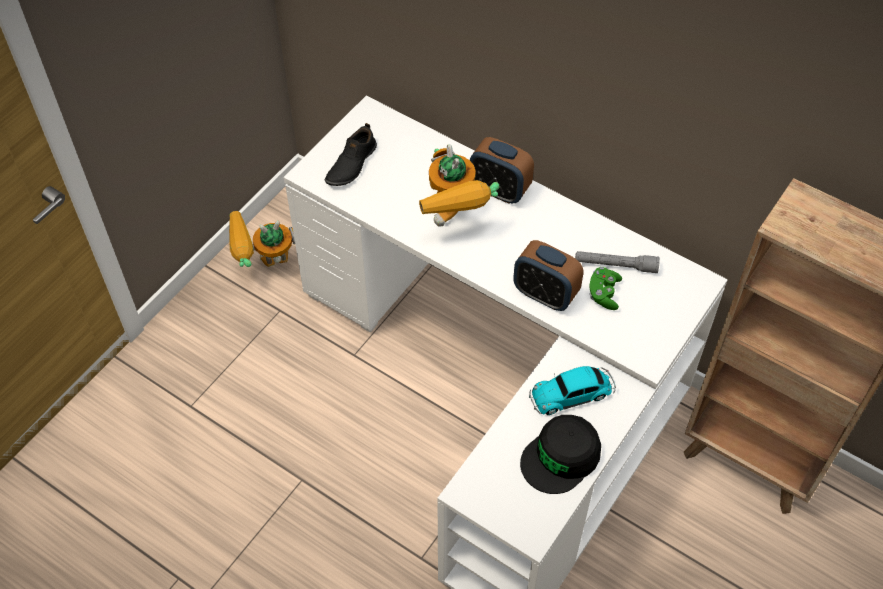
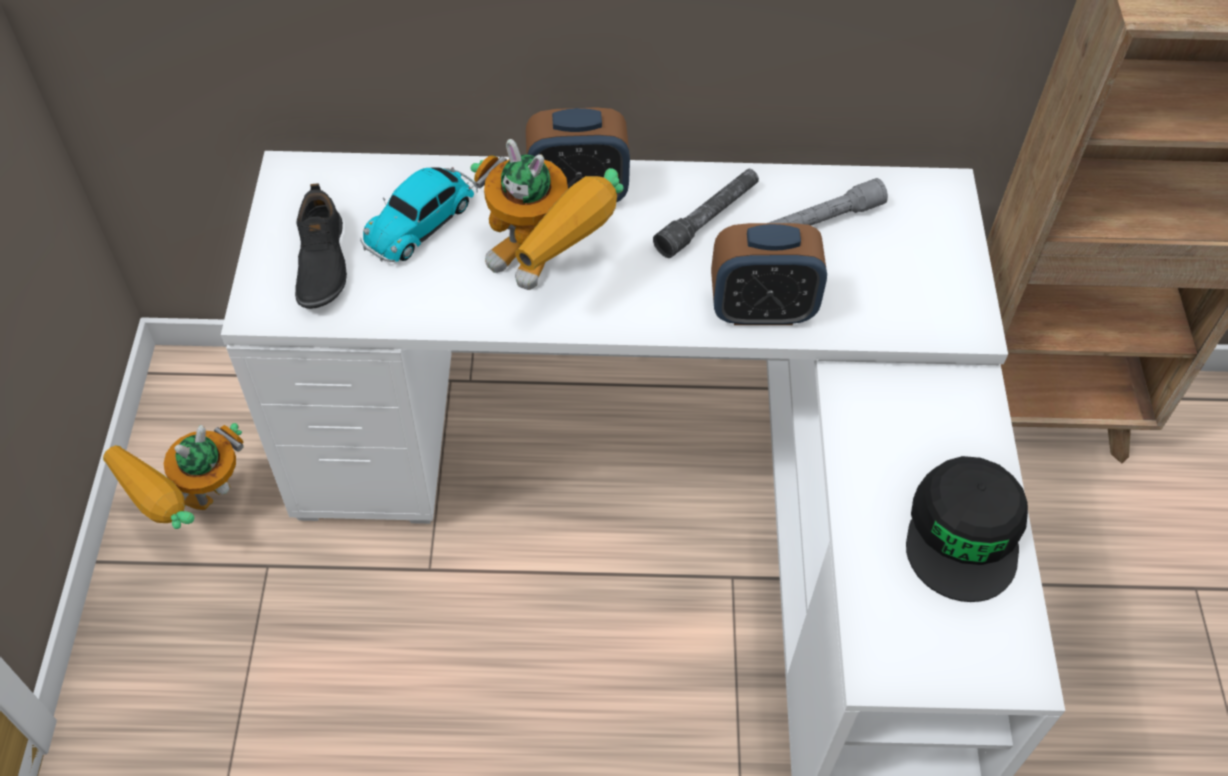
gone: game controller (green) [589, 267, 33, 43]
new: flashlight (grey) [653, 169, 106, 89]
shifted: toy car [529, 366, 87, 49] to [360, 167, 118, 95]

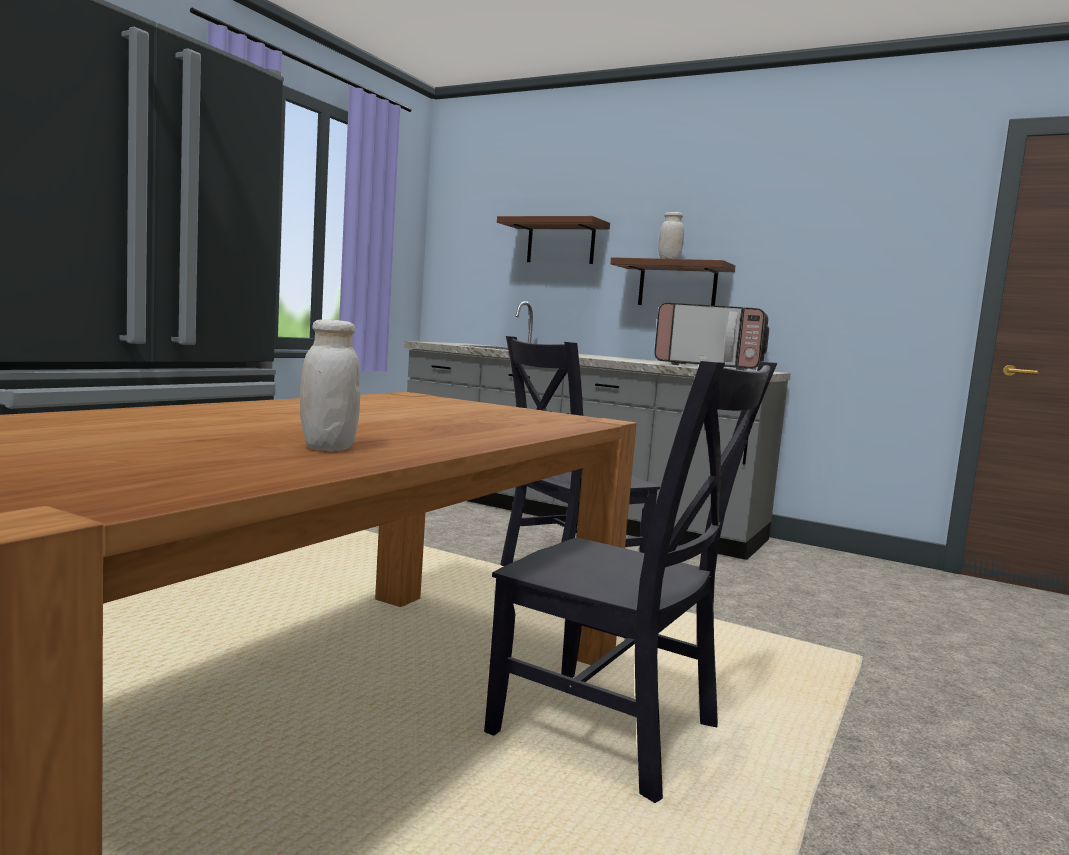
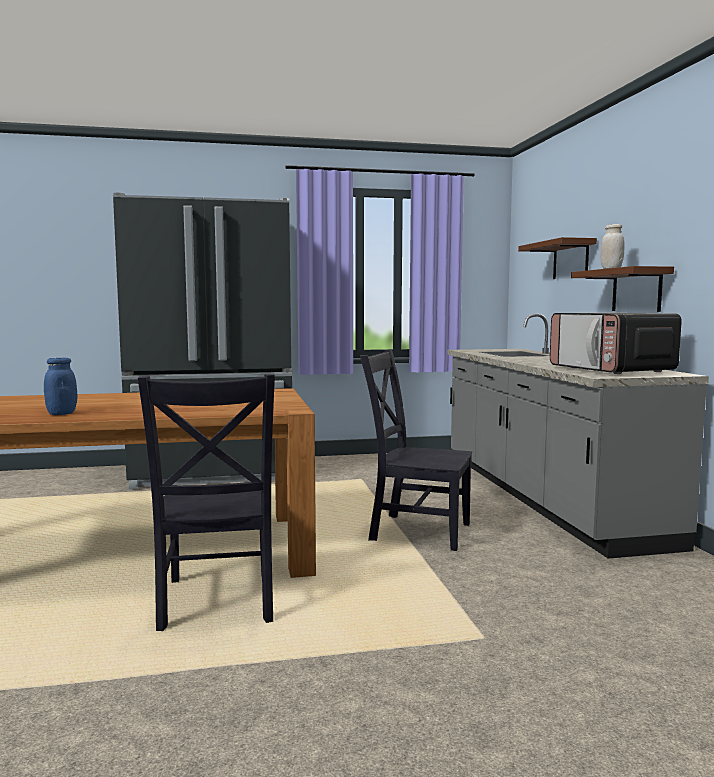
repainted: jar (white) [300, 319, 60, 132] to jar (blue) [44, 357, 33, 58]

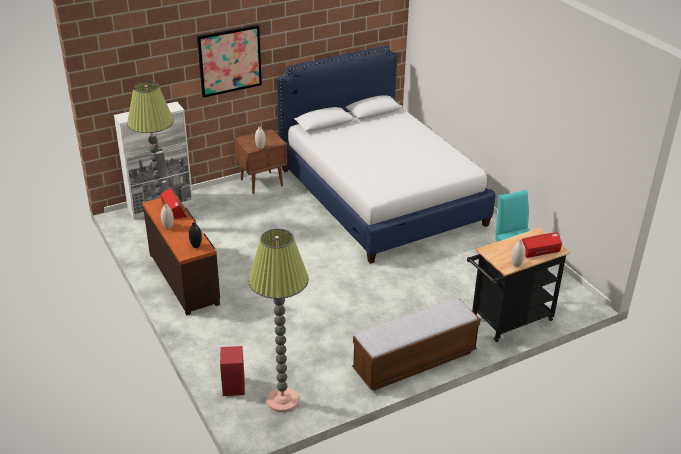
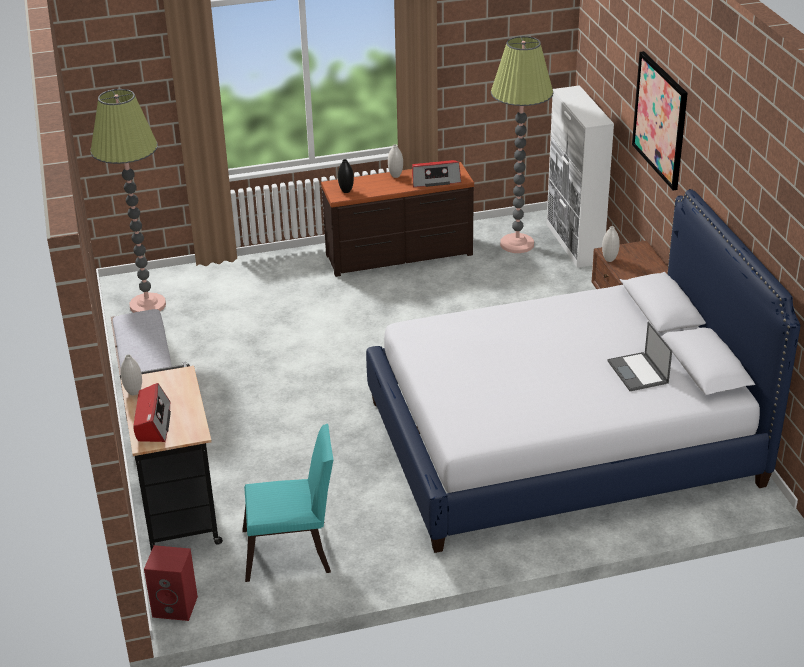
new: laptop [608, 321, 64, 70]
shifted: speaker (red) [220, 346, 25, 50] to [144, 545, 54, 76]

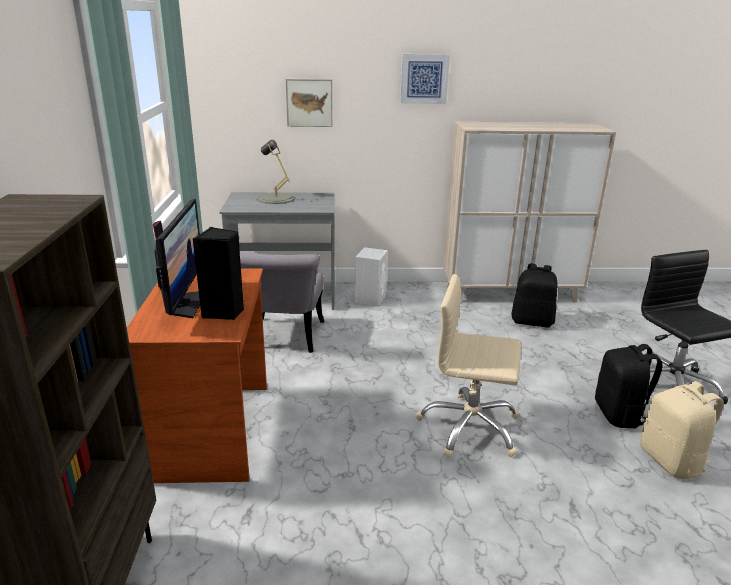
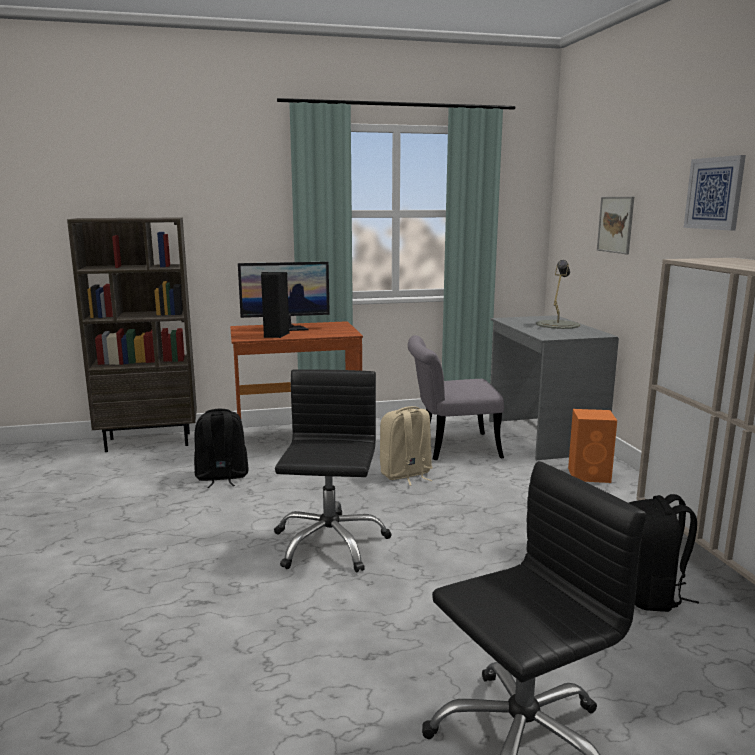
shifted: backpack (black) [595, 344, 67, 84] to [194, 409, 55, 79]; backpack (beige) [640, 381, 84, 98] to [380, 406, 53, 80]
repainted: speaker (white) [355, 247, 33, 59] to speaker (orange) [568, 409, 49, 74]; office chair (beige) [416, 274, 105, 184] to office chair (black) [274, 369, 118, 204]

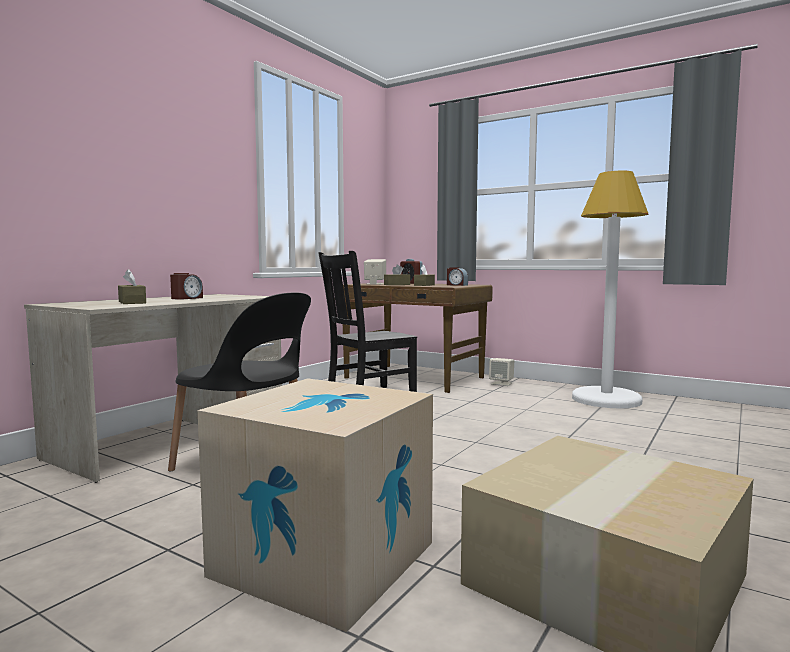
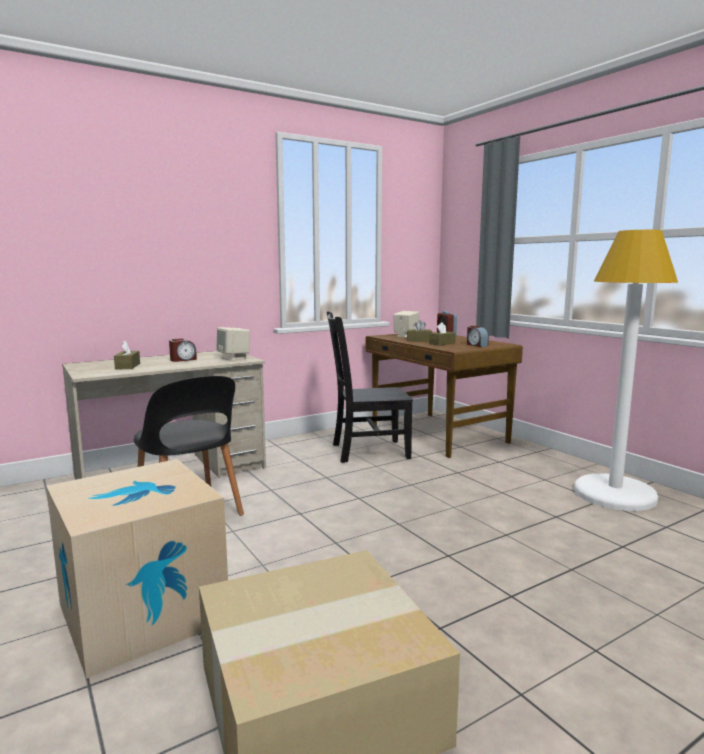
shifted: speaker (beige) [489, 358, 25, 28] to [216, 327, 34, 34]

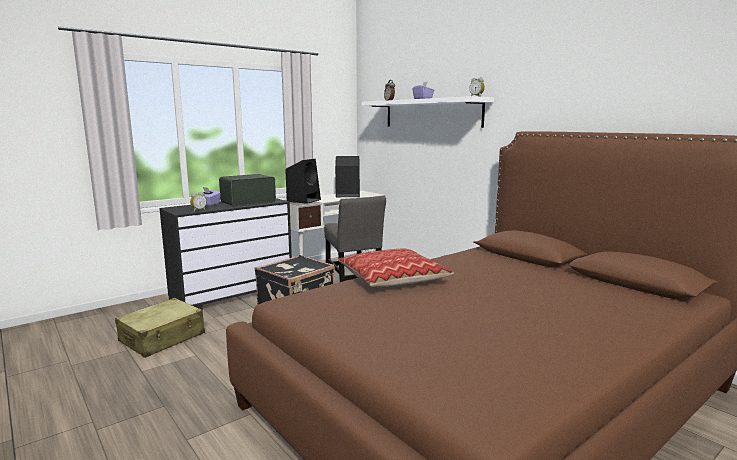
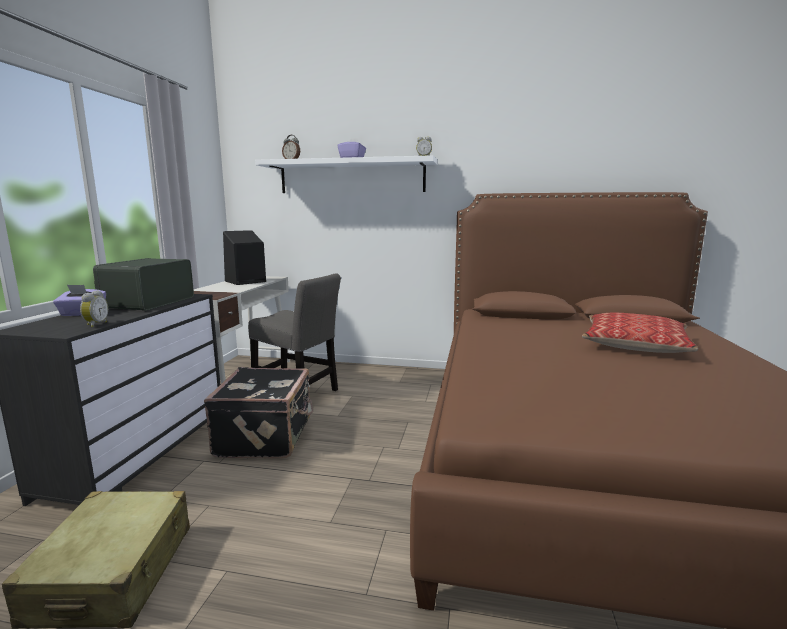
gone: speaker (black) [285, 159, 36, 45]
shifted: pillow [338, 249, 116, 38] to [582, 313, 116, 40]

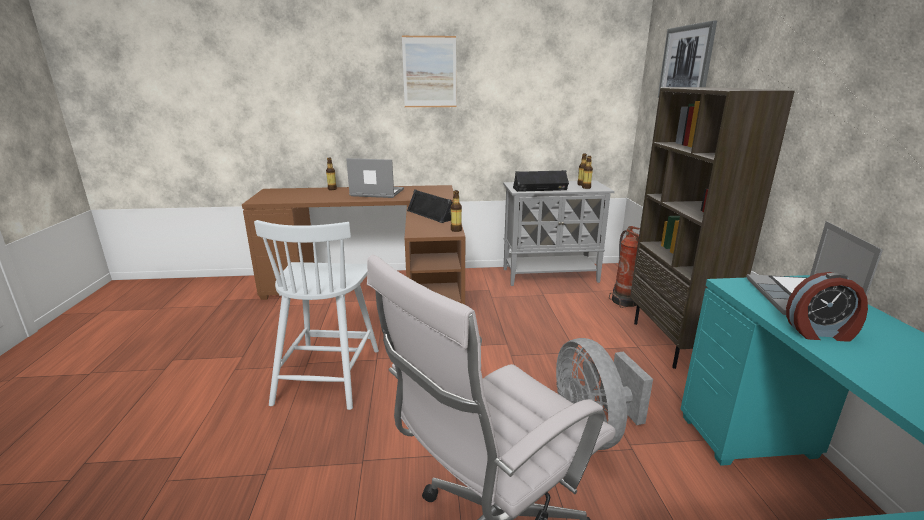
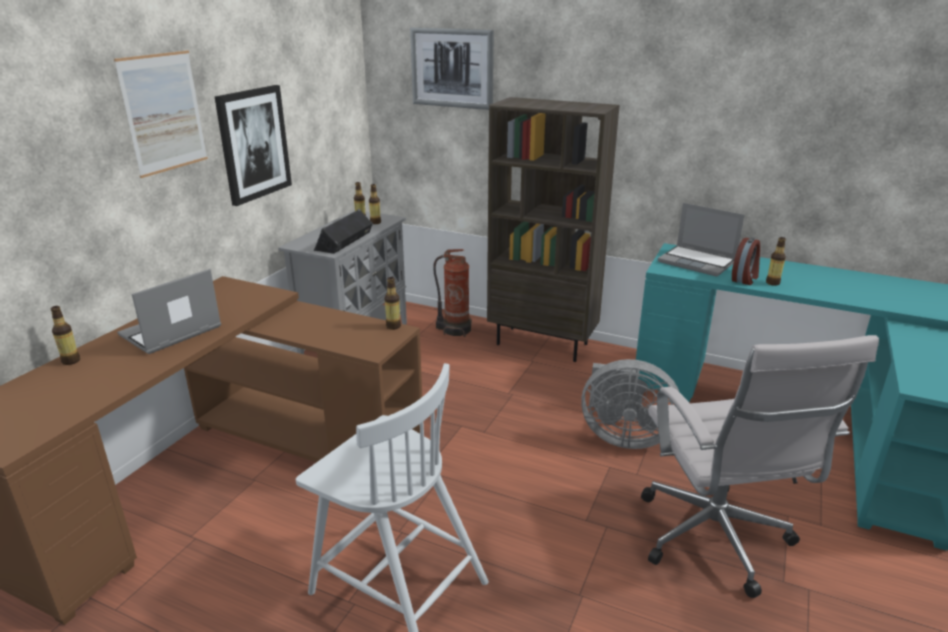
gone: speaker (black) [407, 189, 46, 34]
new: picture [215, 85, 77, 121]; bottle [766, 237, 20, 49]

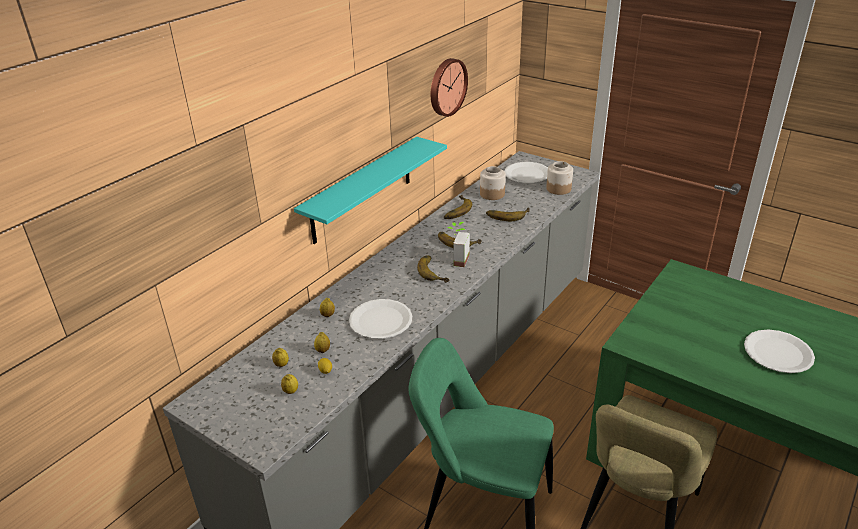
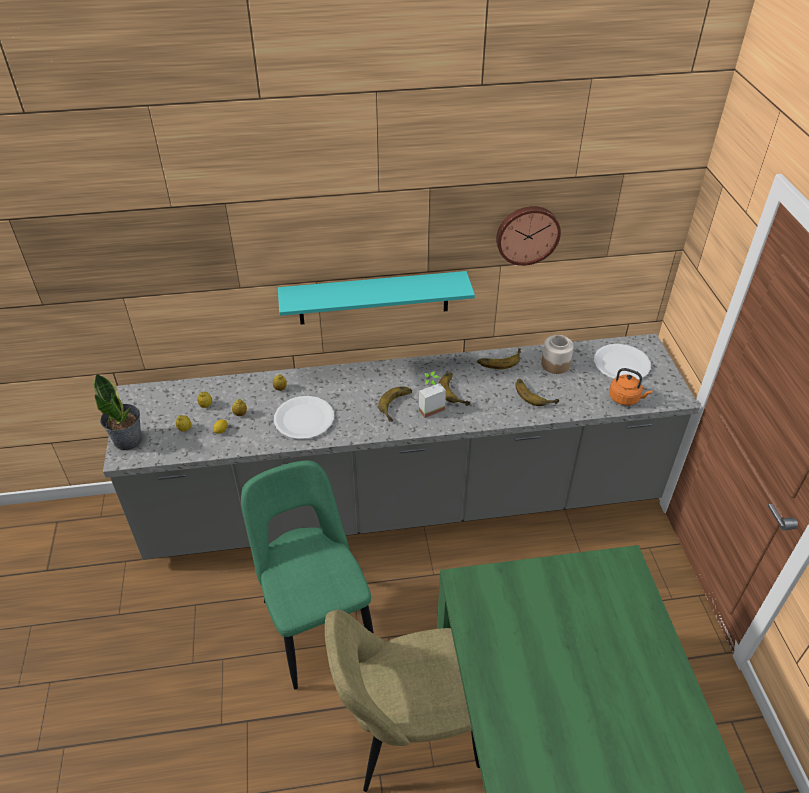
gone: plate (white) [744, 329, 71, 44]
new: potted plant [94, 373, 47, 77]
swapped: jar [546, 161, 27, 34] to kettle (orange) [609, 368, 43, 37]

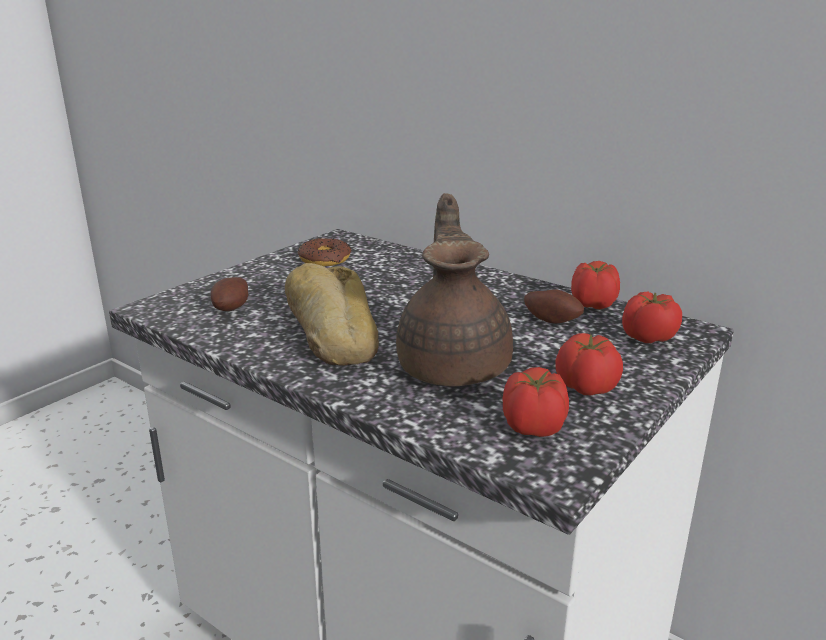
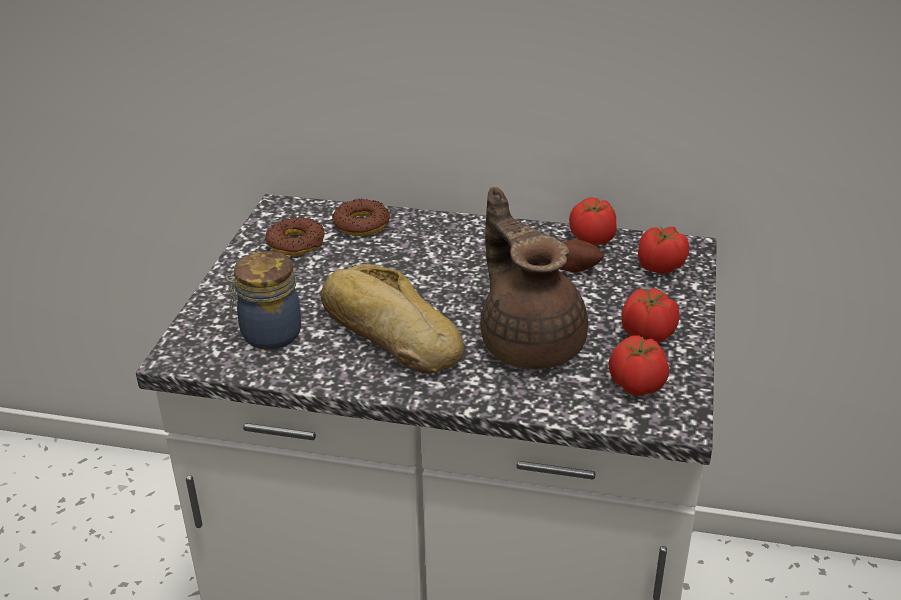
new: donut [332, 199, 58, 37]
swapped: potato [211, 277, 37, 34] to jar [226, 251, 75, 99]

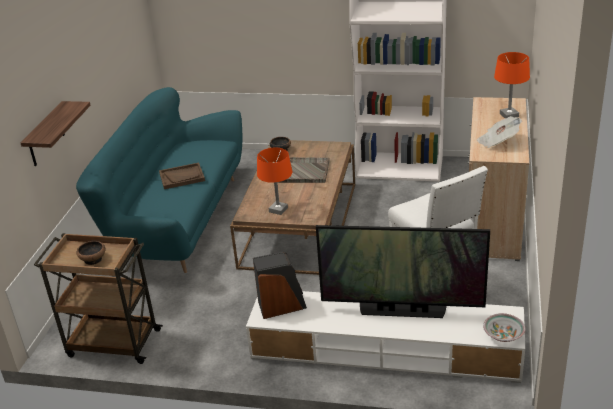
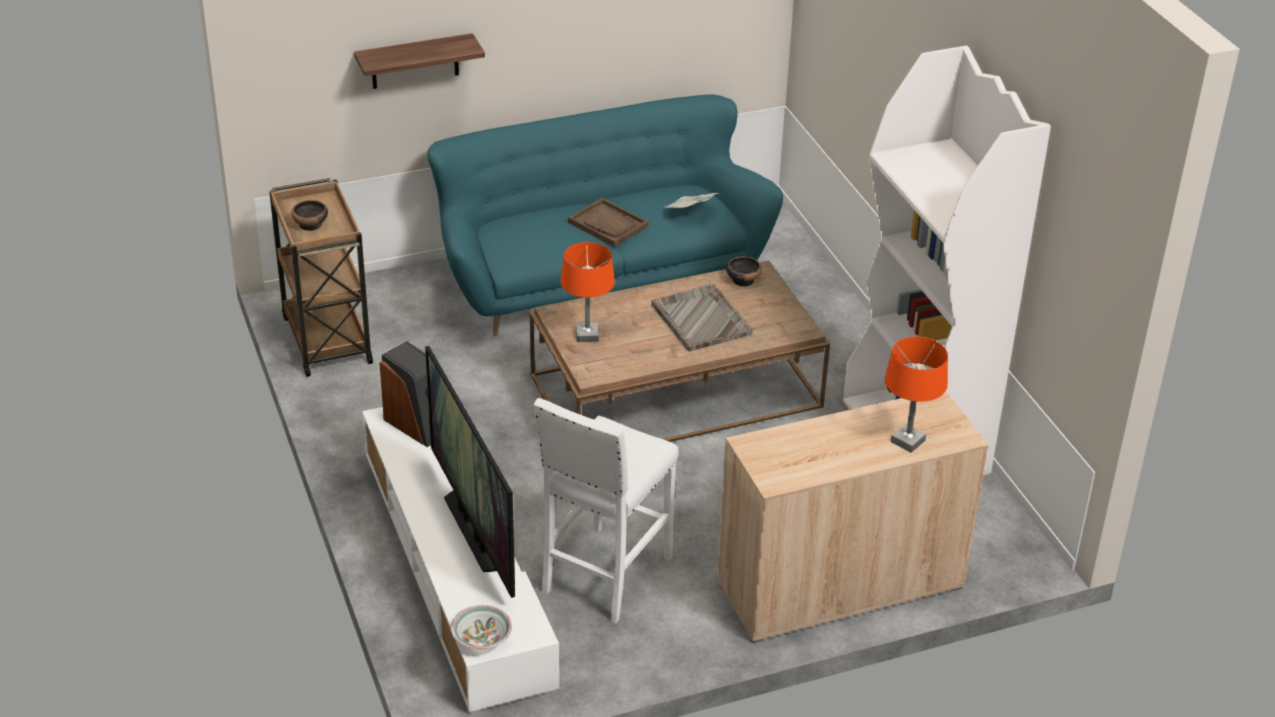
shifted: newspaper [477, 116, 45, 32] to [663, 193, 55, 15]

